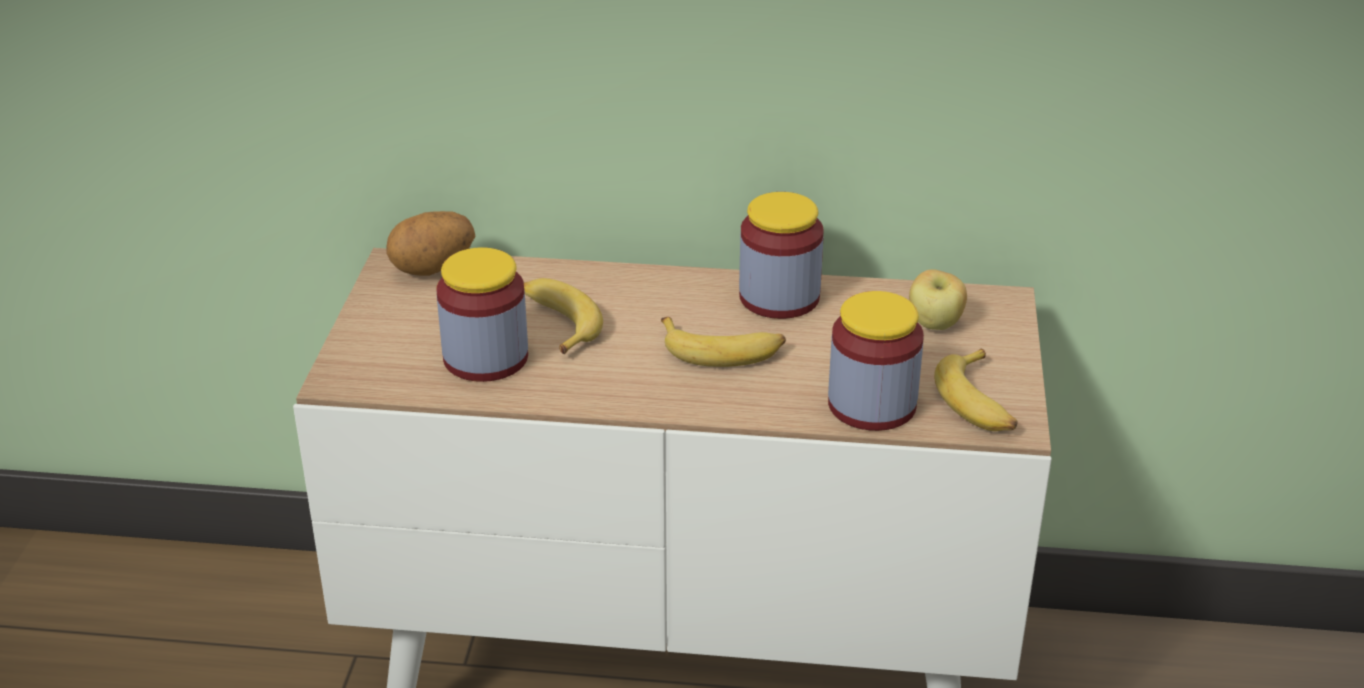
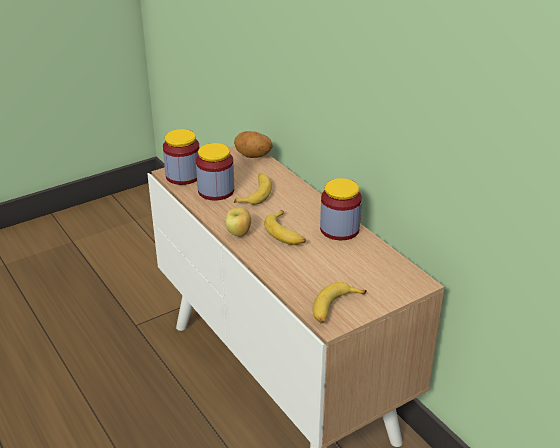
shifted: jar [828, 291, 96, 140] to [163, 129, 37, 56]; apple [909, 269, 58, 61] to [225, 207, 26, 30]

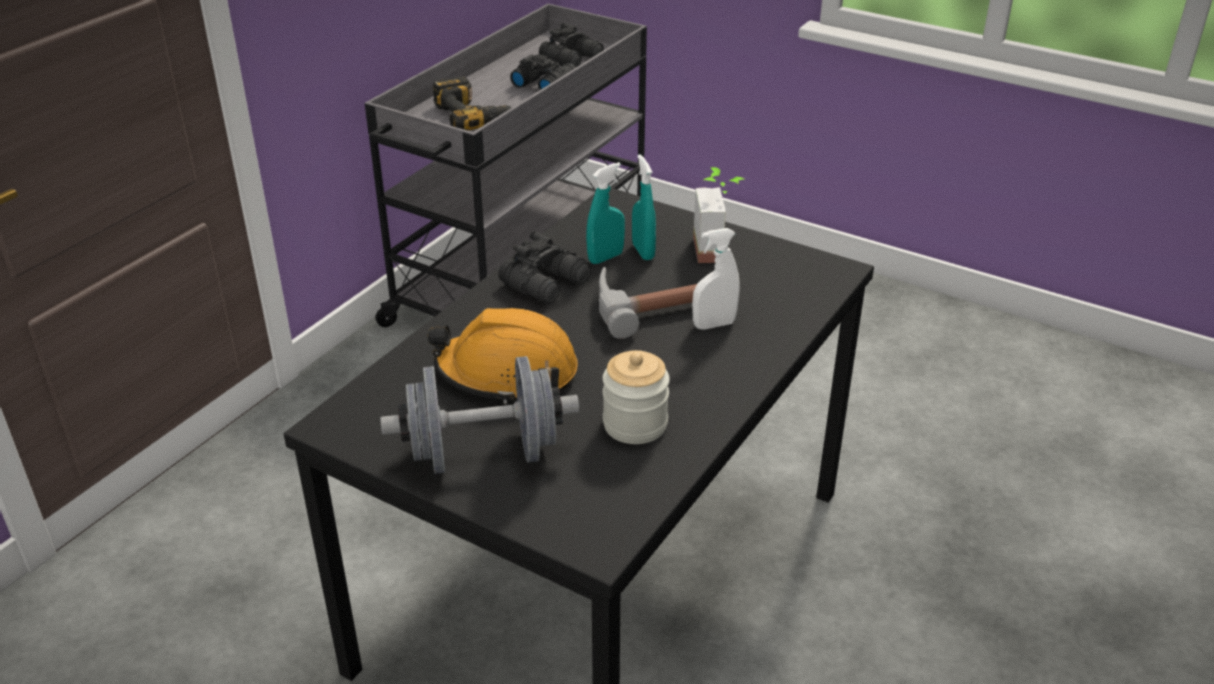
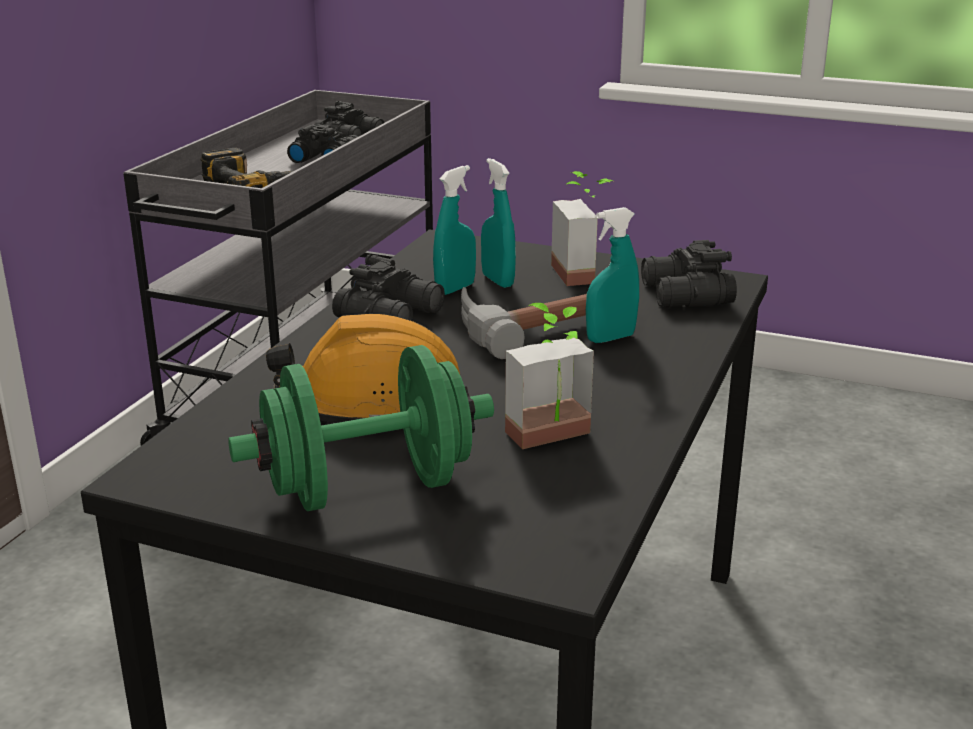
new: binoculars (black) [641, 240, 96, 68]
swapped: jar [603, 350, 67, 94] to potted plant [505, 303, 89, 146]
repainted: dumbbell (grey) [380, 356, 199, 118] to dumbbell (green) [228, 345, 266, 166]; spray bottle (white) [692, 228, 48, 102] to spray bottle (turquoise) [586, 207, 53, 136]

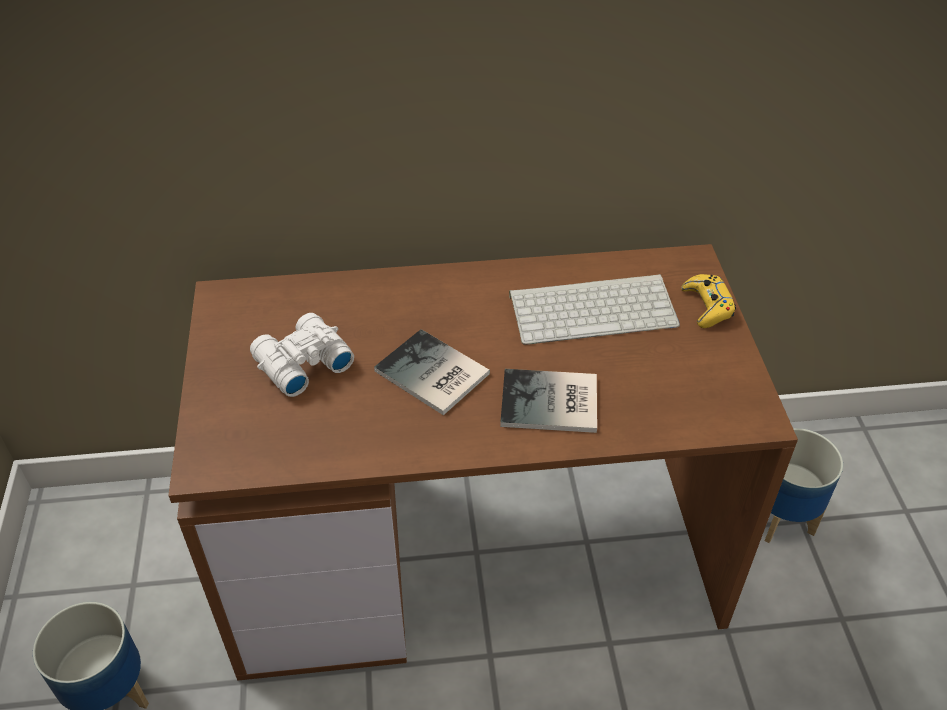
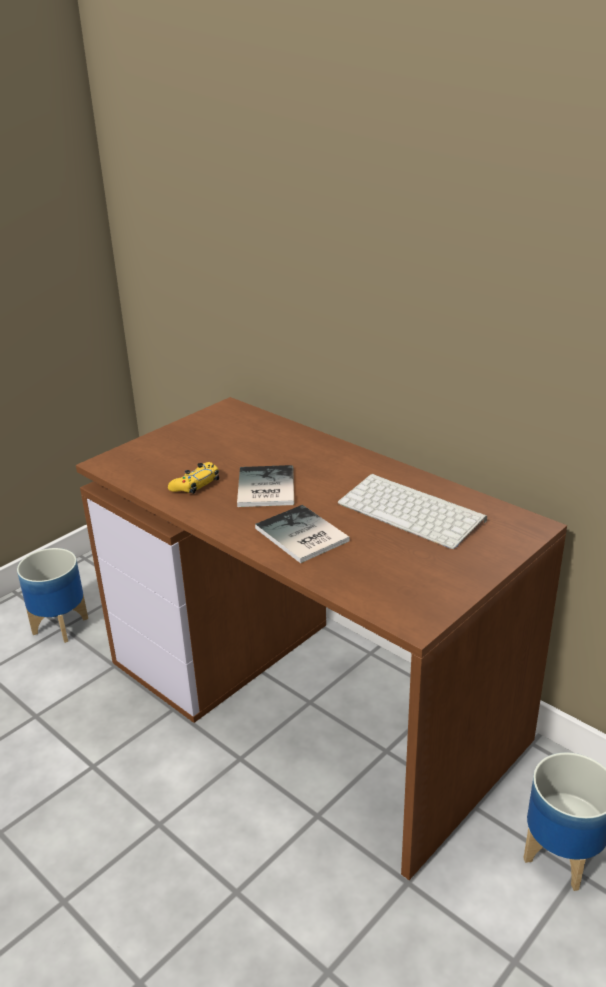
gone: binoculars (white) [250, 313, 104, 84]
shifted: game controller (yellow) [681, 274, 55, 54] to [168, 462, 51, 32]

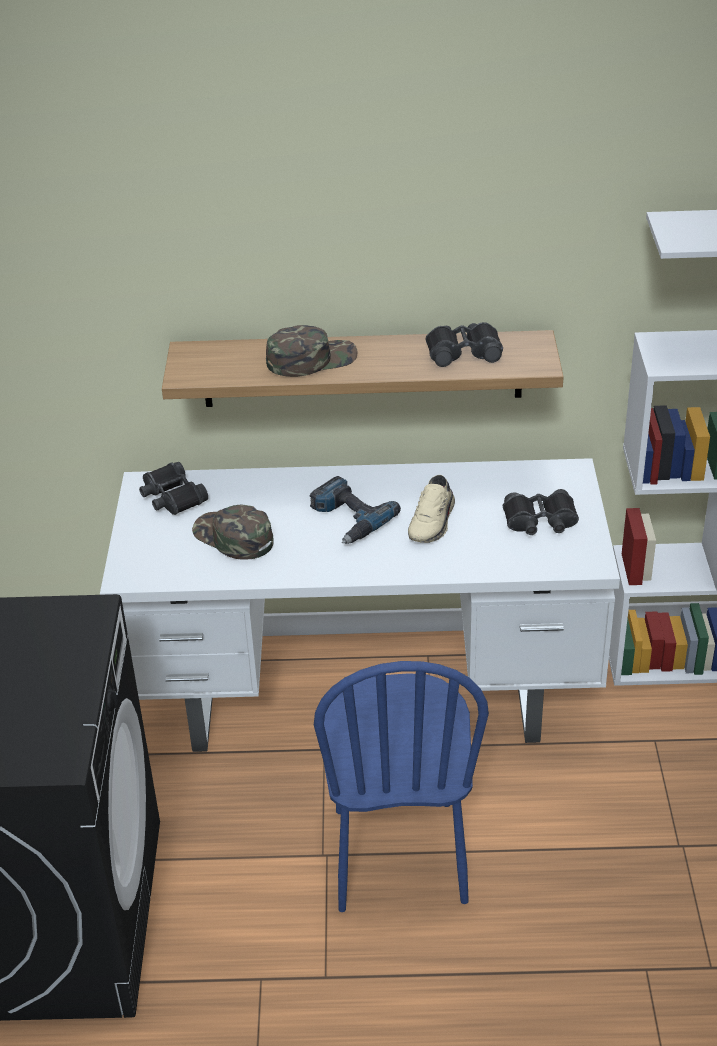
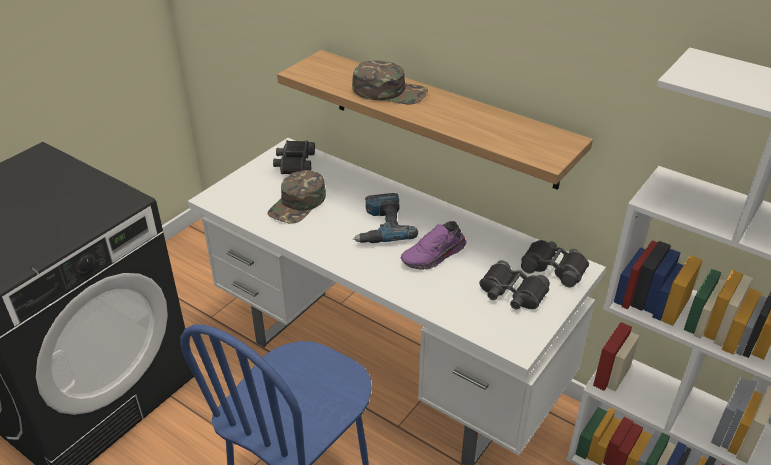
shifted: binoculars (black) [426, 322, 77, 45] to [521, 240, 68, 47]
repainted: shoe (beige) [408, 475, 47, 68] to shoe (purple) [401, 221, 66, 49]
rotated: cap (green) [192, 505, 82, 55] = [268, 170, 58, 54] 135 degrees counterclockwise

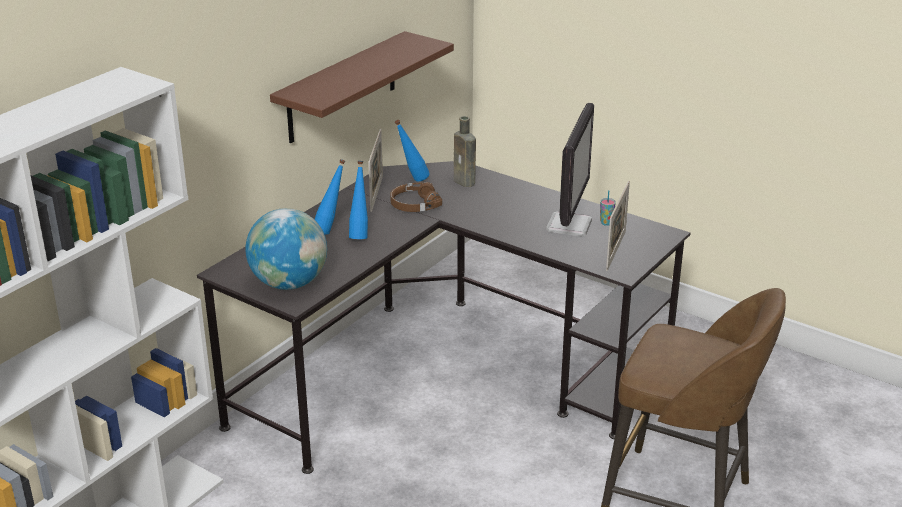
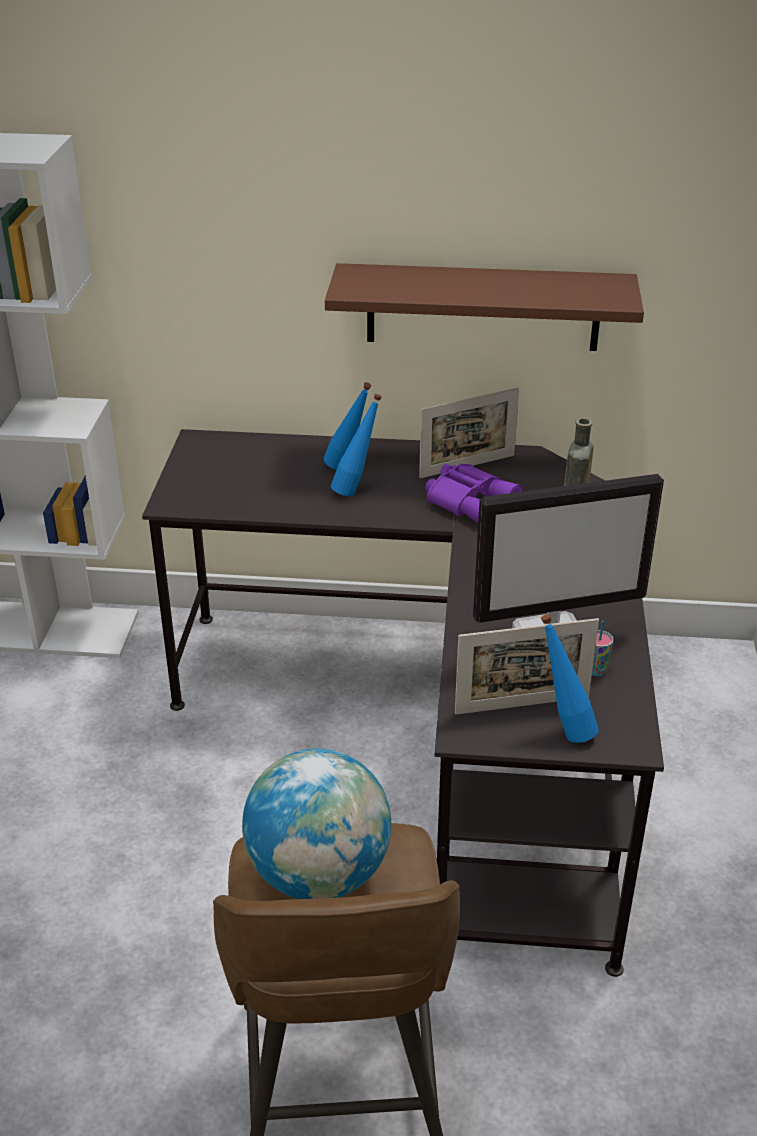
shifted: globe [246, 208, 81, 82] to [242, 749, 149, 150]; bottle (blue) [395, 120, 35, 61] to [541, 614, 58, 129]
swapped: headphones (brown) [390, 182, 52, 30] to binoculars (purple) [425, 464, 97, 59]

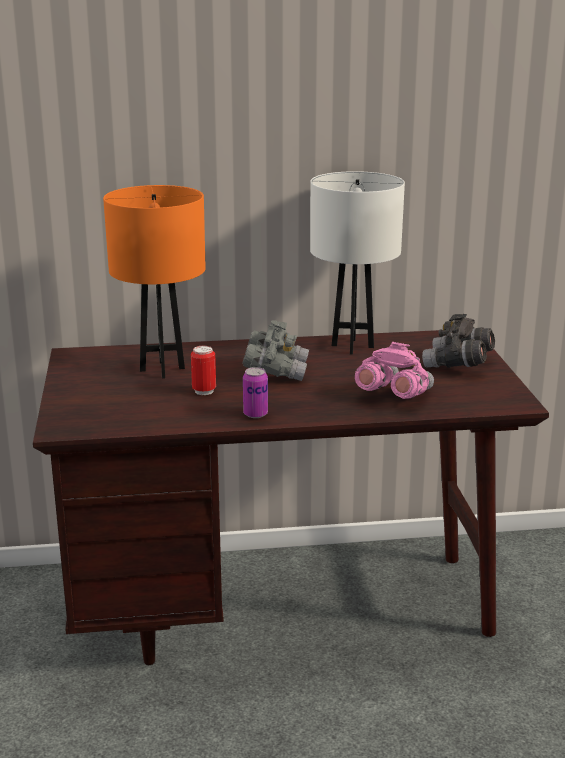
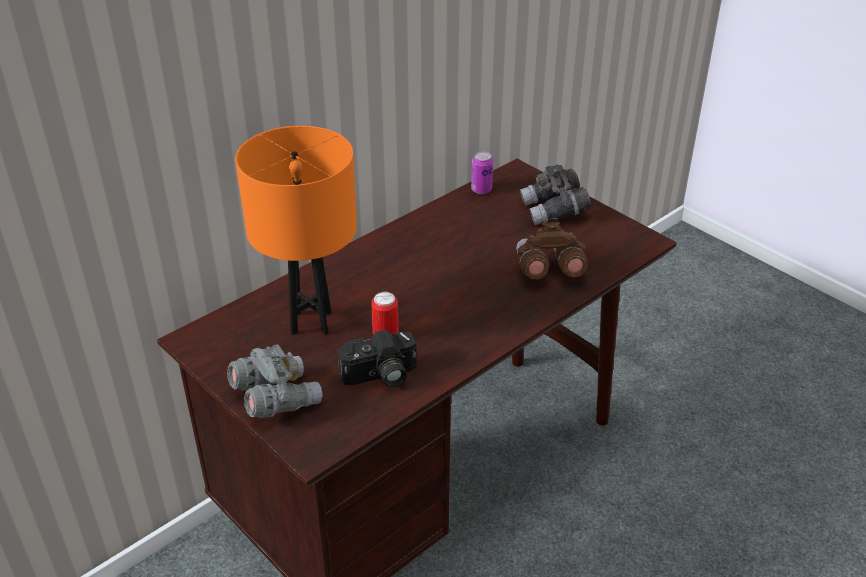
gone: table lamp (white) [310, 171, 95, 184]
new: photo camera [338, 329, 79, 58]
shifted: binoculars (grey) [242, 320, 67, 61] to [227, 344, 95, 74]; can [243, 367, 25, 51] to [471, 152, 22, 42]
repainted: binoculars (pink) [355, 342, 79, 57] to binoculars (brown) [516, 222, 72, 57]

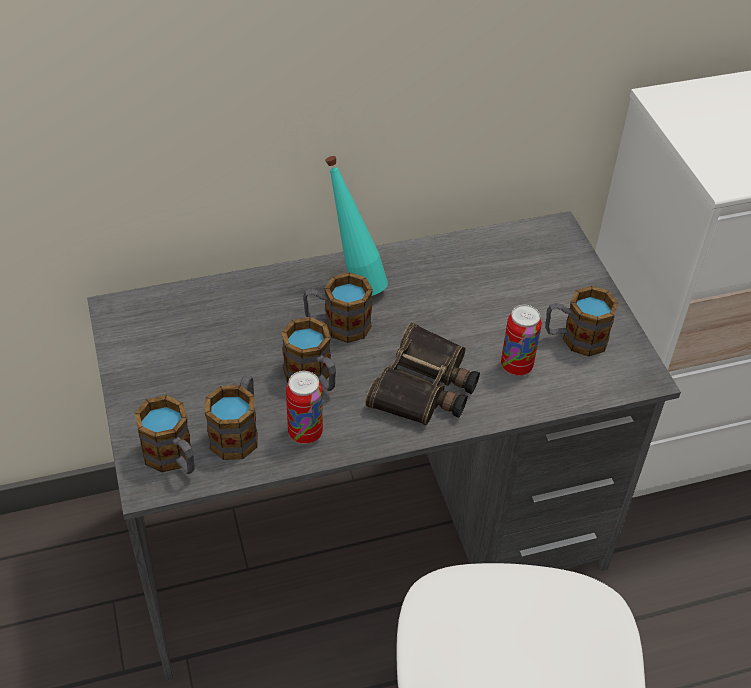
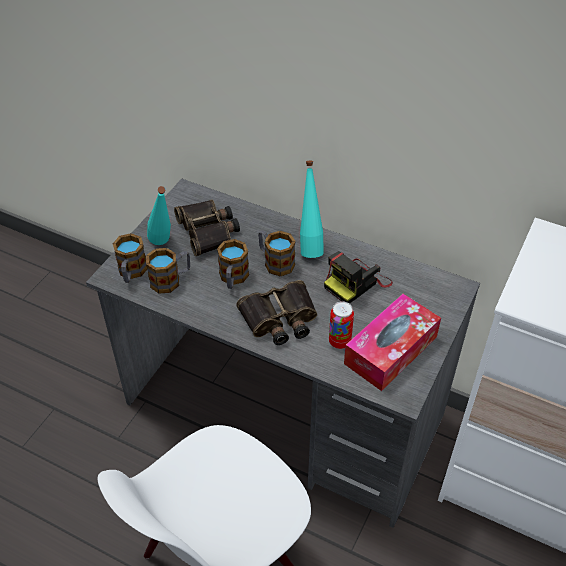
gone: can [286, 371, 37, 73]
new: bottle (turquoise) [147, 186, 24, 59]; binoculars [174, 200, 66, 56]; photo camera [324, 251, 69, 52]
swapped: mug [545, 286, 74, 70] to tissue box [344, 294, 97, 97]

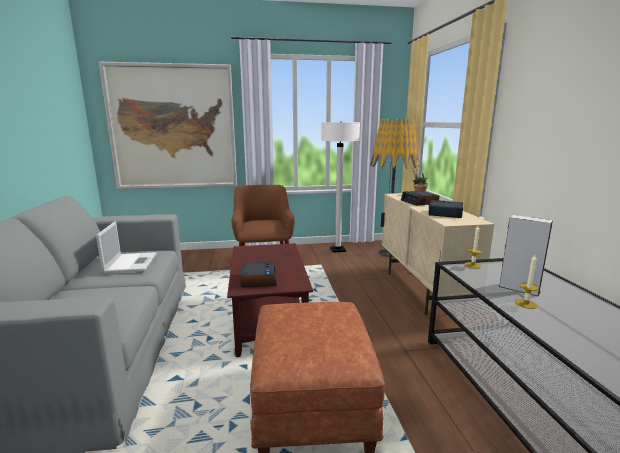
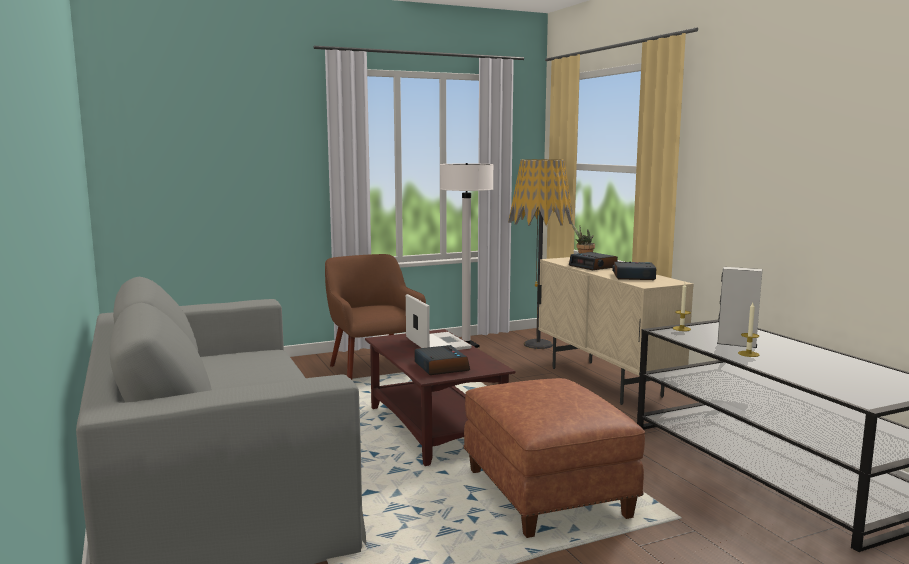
gone: picture [99, 62, 138, 127]
shifted: laptop [96, 221, 61, 52] to [406, 294, 66, 56]

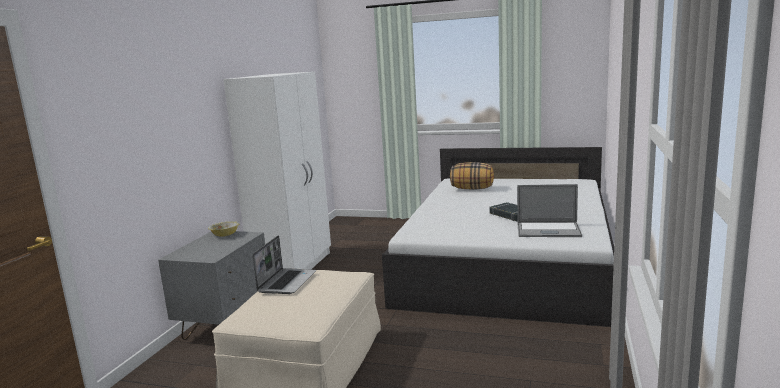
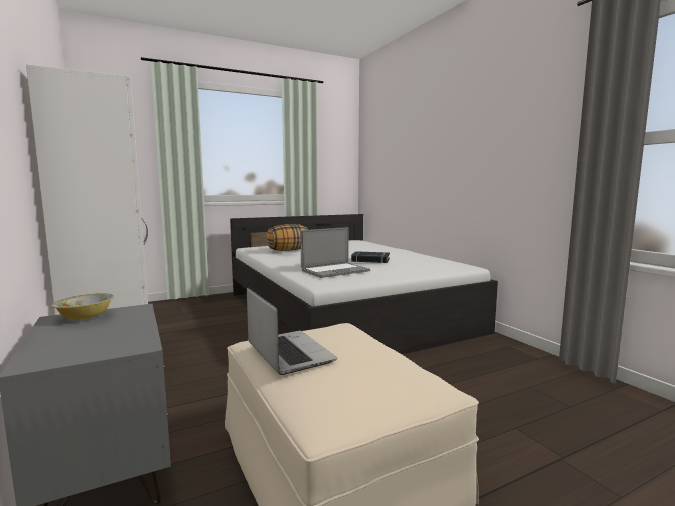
shifted: laptop [517, 184, 65, 53] to [300, 227, 70, 51]

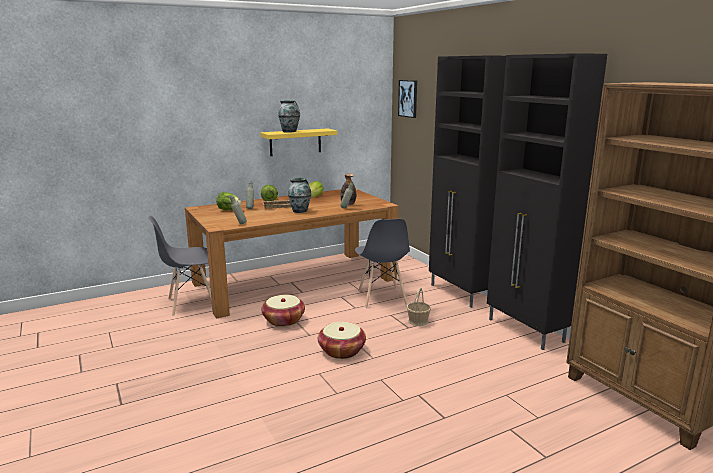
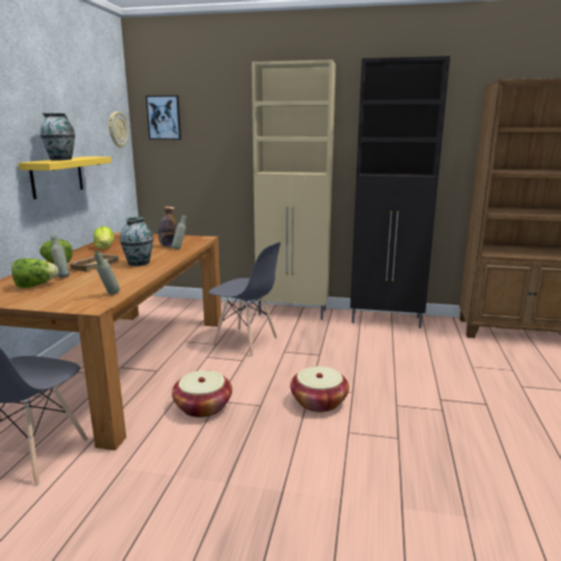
gone: basket [407, 288, 24, 38]
new: wall clock [109, 111, 20, 37]
repainted: cabinet (black) [429, 55, 77, 253] to cabinet (beige) [252, 60, 84, 260]

